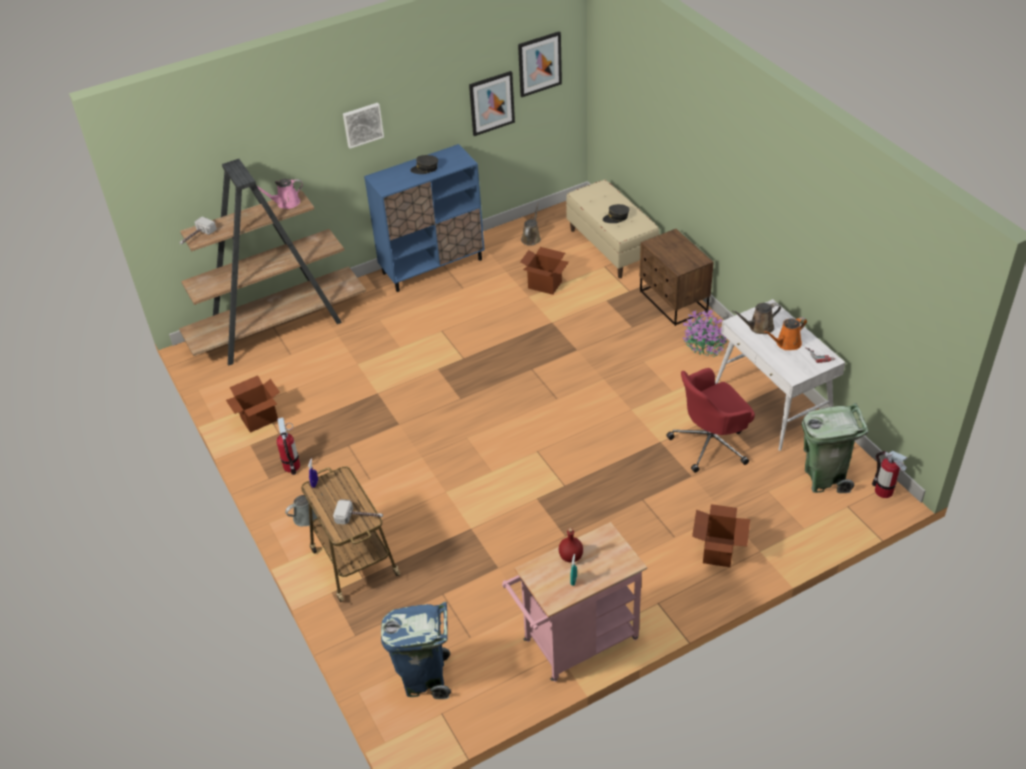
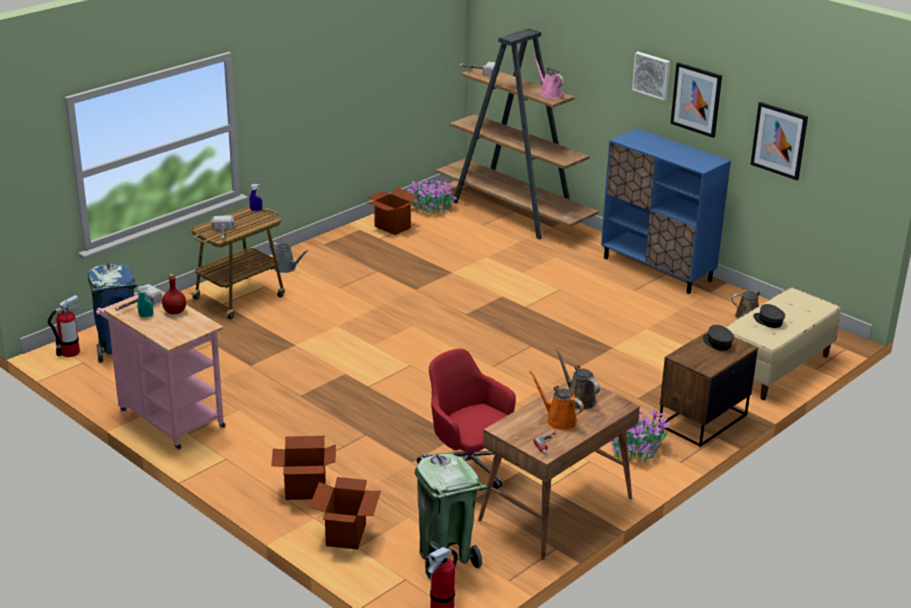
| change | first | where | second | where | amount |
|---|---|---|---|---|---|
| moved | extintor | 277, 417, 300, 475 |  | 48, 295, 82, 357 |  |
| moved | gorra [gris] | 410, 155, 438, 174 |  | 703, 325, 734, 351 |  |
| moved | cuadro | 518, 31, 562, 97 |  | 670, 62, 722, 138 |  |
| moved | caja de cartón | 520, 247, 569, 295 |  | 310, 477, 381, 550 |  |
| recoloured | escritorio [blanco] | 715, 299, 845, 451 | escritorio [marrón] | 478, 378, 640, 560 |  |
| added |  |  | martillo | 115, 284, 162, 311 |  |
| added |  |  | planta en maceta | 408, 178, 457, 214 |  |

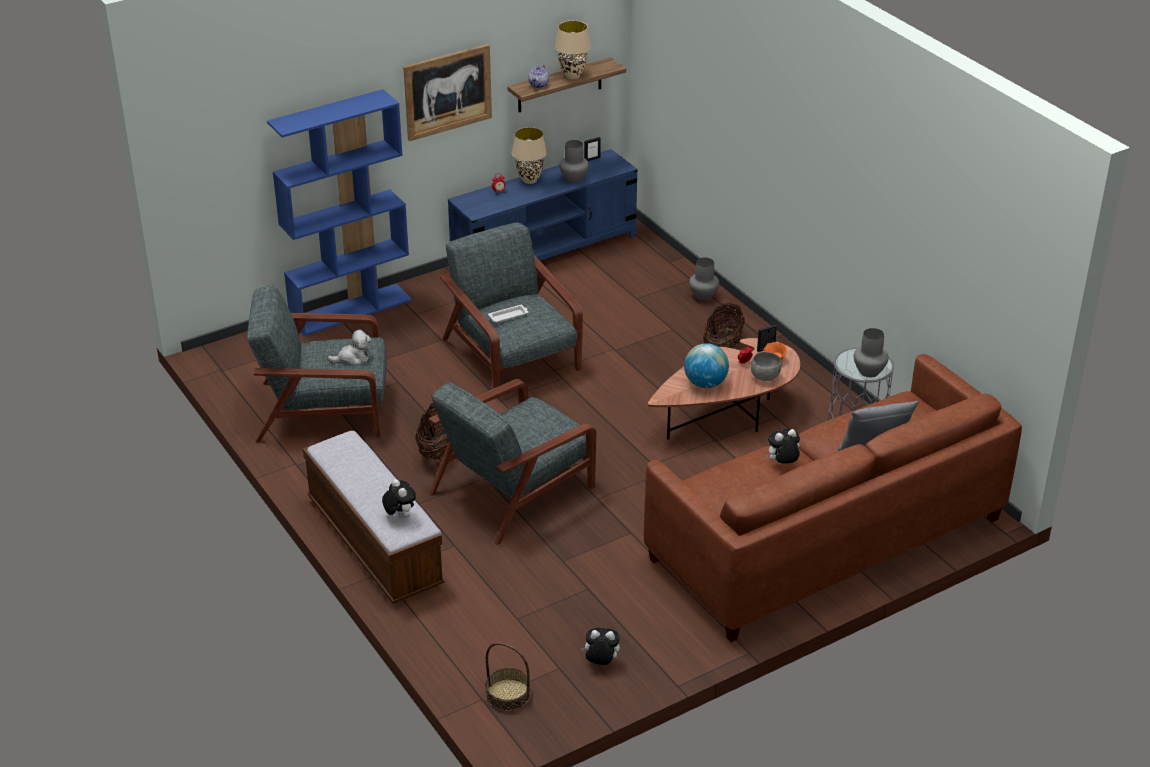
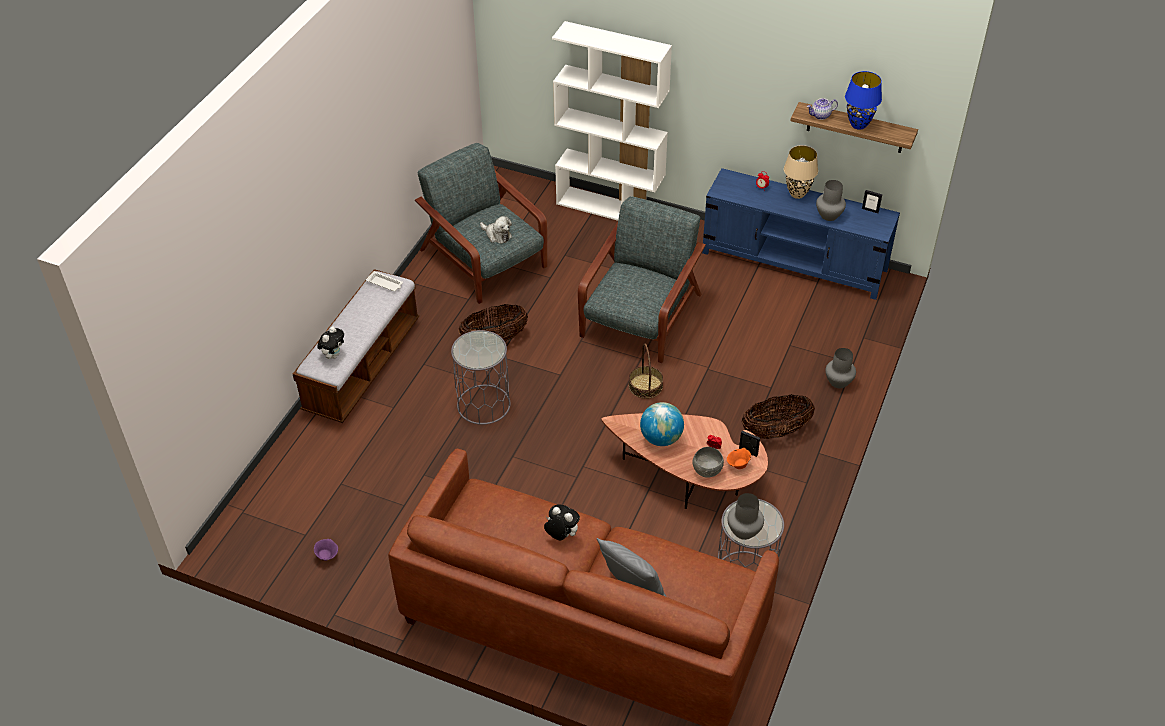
| change | first | where | second | where | amount |
|---|---|---|---|---|---|
| recoloured | estantería [azul] | 267, 89, 412, 336 | estantería [blanco] | 552, 21, 672, 221 |  |
| removed | cuadro | 403, 44, 492, 141 |  |  |  |
| replaced | sillón [gris] | 429, 379, 596, 545 | mesa auxiliar [gris] | 451, 330, 510, 425 |  |
| moved | cesta | 485, 642, 531, 711 |  | 629, 343, 663, 399 |  |
| moved | bandeja [blanco] | 488, 305, 528, 323 |  | 366, 271, 403, 291 |  |
| recoloured | lámpara de mesa [beis] | 555, 21, 591, 79 | lámpara de mesa [azul] | 845, 71, 882, 130 |  |
| replaced | peluche | 581, 628, 620, 665 | cuenco [morado] | 314, 539, 338, 561 |  |

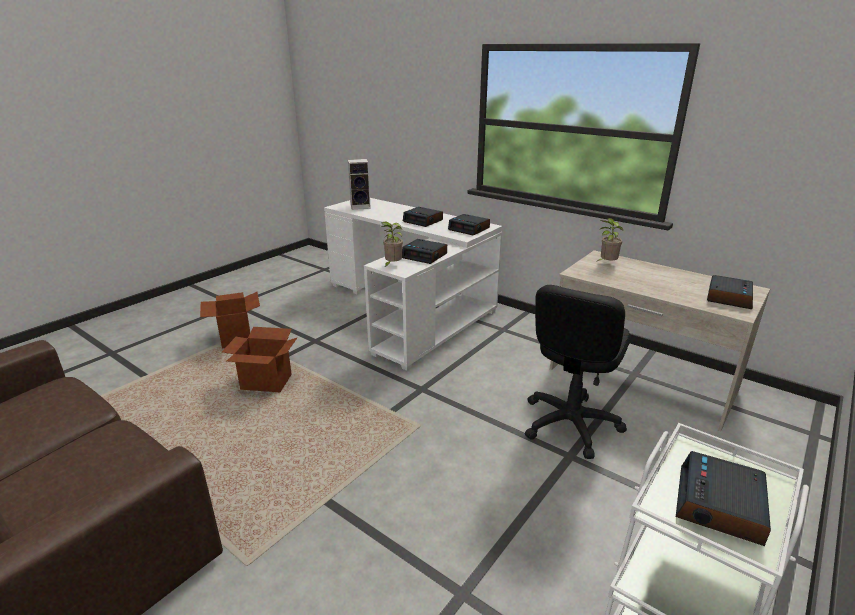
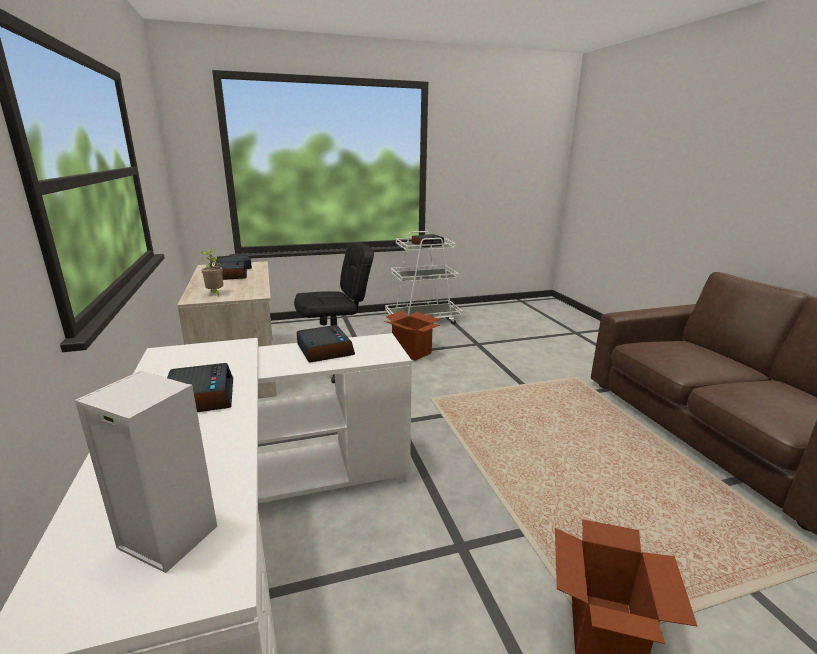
| change | first | where | second | where | amount |
|---|---|---|---|---|---|
| moved | caja de cartón | 222, 327, 298, 392 |  | 384, 311, 440, 361 |  |
| removed | planta en maceta | 381, 222, 403, 268 |  |  |  |
| moved | despertador | 448, 214, 490, 235 |  | 215, 261, 247, 280 |  |

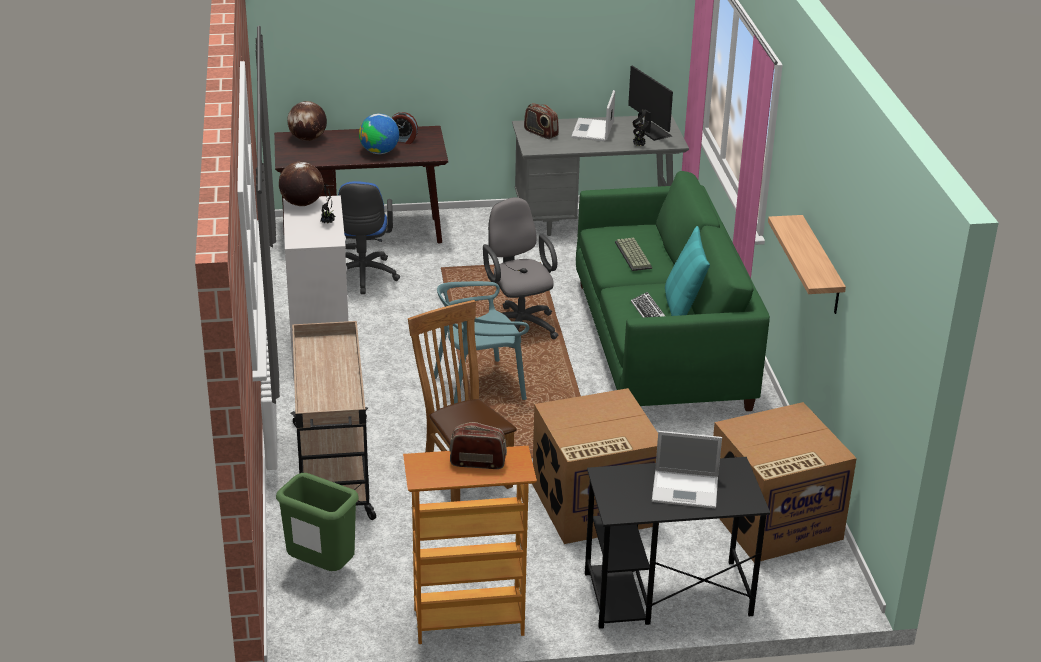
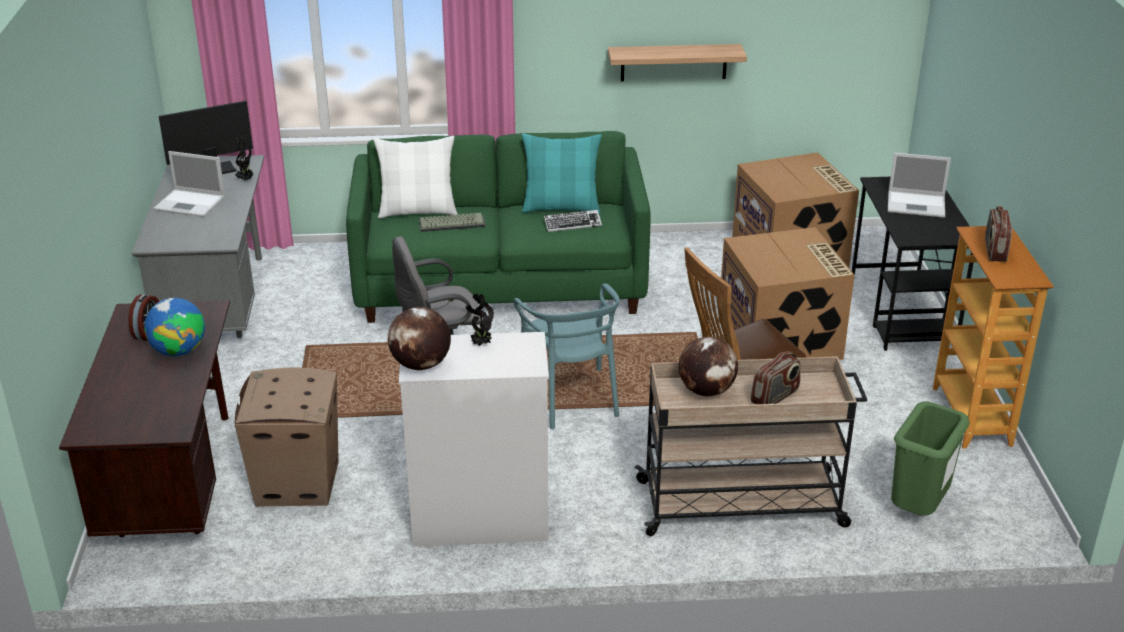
| change | first | where | second | where | amount |
|---|---|---|---|---|---|
| moved | globo terráqueo | 287, 101, 327, 141 |  | 678, 337, 738, 397 |  |
| replaced | silla de oficina [azul] | 338, 181, 400, 294 | caja de cartón | 235, 368, 339, 507 |  |
| moved | radio | 524, 103, 559, 139 |  | 751, 352, 801, 404 |  |
| turned | portátil | 652, 431, 722, 509 |  | 888, 153, 951, 218 | 90 degrees clockwise |
| added |  |  | cojín [blanco] | 373, 136, 458, 218 |  |

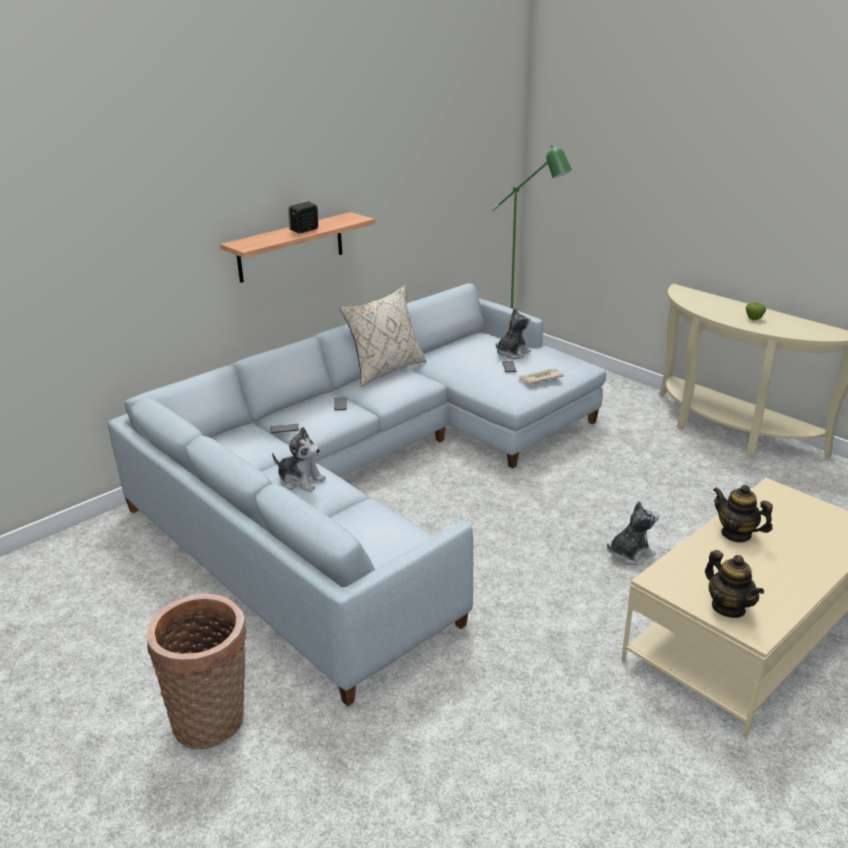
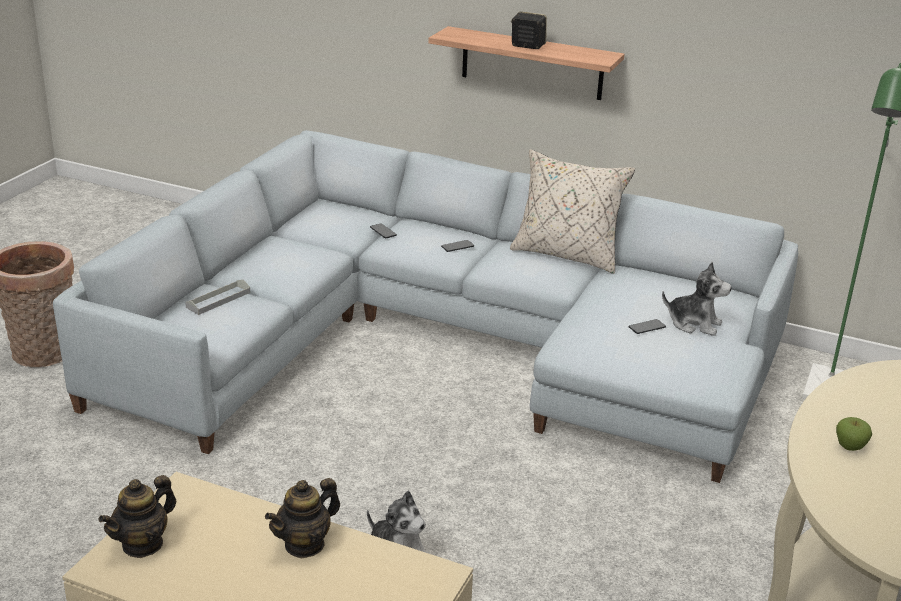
| change | first | where | second | where | amount |
|---|---|---|---|---|---|
| removed | peluche | 272, 427, 326, 492 |  |  |  |
| removed | periódico | 519, 369, 564, 384 |  |  |  |
| turned | tetera | 713, 485, 773, 542 |  | 265, 478, 340, 559 | 150 degrees counterclockwise |
| added |  |  | bandeja [gris] | 185, 279, 250, 315 |  |

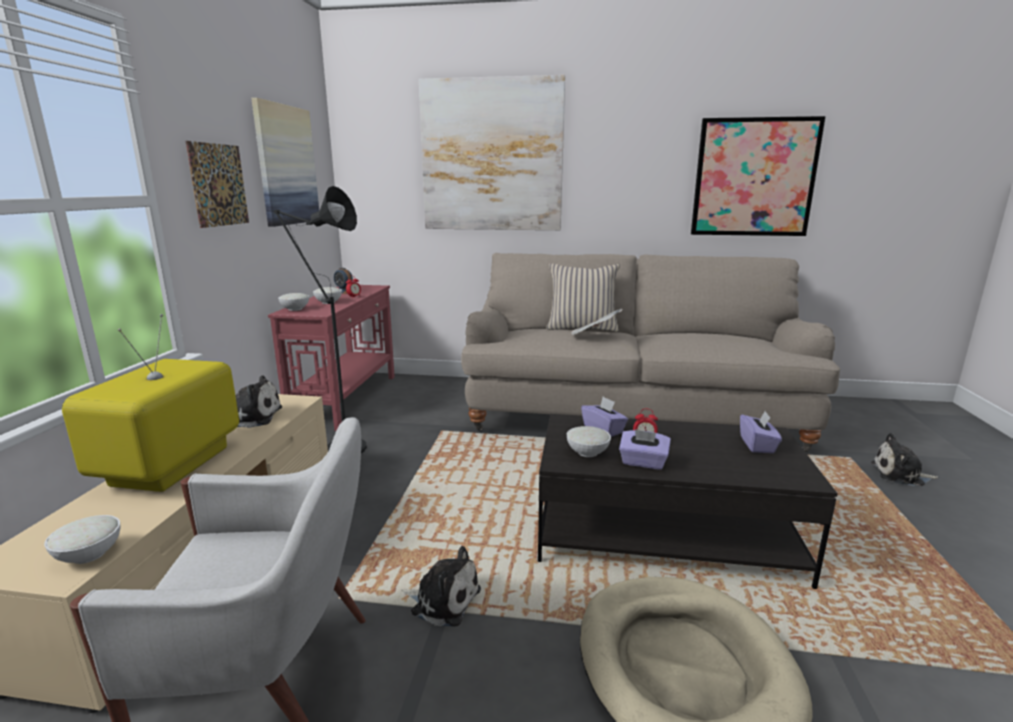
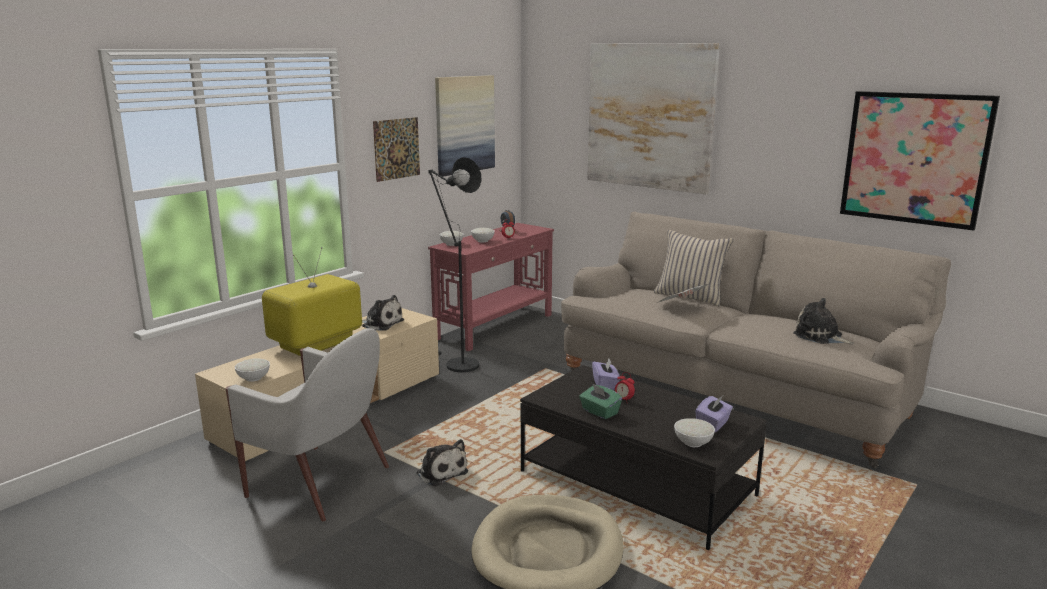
| change | first | where | second | where | amount |
|---|---|---|---|---|---|
| moved | cuenco [blanco] | 567, 426, 611, 457 |  | 674, 418, 715, 447 |  |
| recoloured | caja de pañuelos [morado] | 619, 429, 671, 470 | caja de pañuelos [verde] | 579, 383, 622, 419 |  |
| moved | peluche | 871, 433, 938, 486 |  | 793, 298, 854, 344 |  |

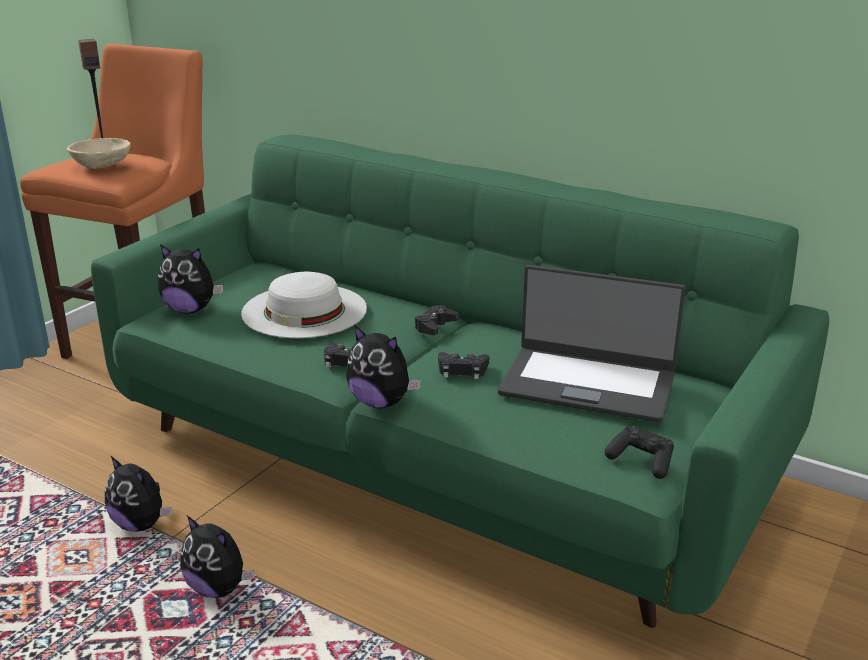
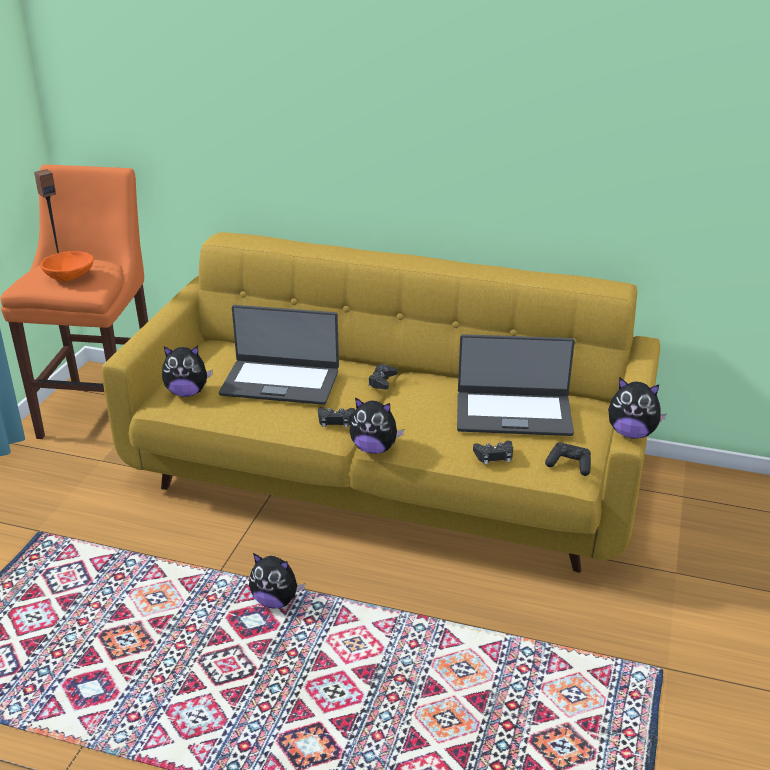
| change | first | where | second | where | amount |
|---|---|---|---|---|---|
| recoloured | cuenco [beis] | 67, 138, 131, 169 | cuenco [naranja] | 40, 251, 94, 282 |  |
| recoloured | sofá [verde] | 91, 134, 829, 628 | sofá [amarillo] | 102, 232, 660, 573 |  |
| moved | peluche | 105, 456, 172, 532 |  | 608, 378, 666, 439 |  |
| replaced | sombrero [blanco] | 241, 272, 367, 338 | portátil | 219, 305, 339, 405 |  |
| moved | mando de consola [negro] | 438, 352, 489, 379 |  | 473, 441, 513, 464 |  |

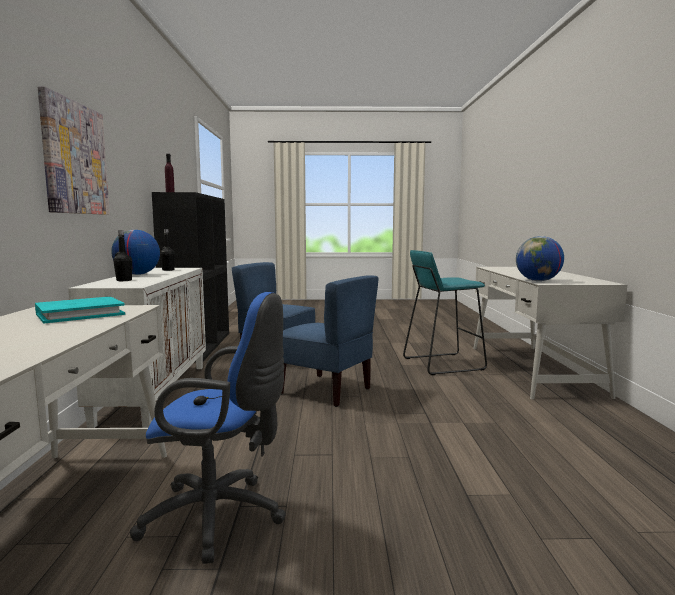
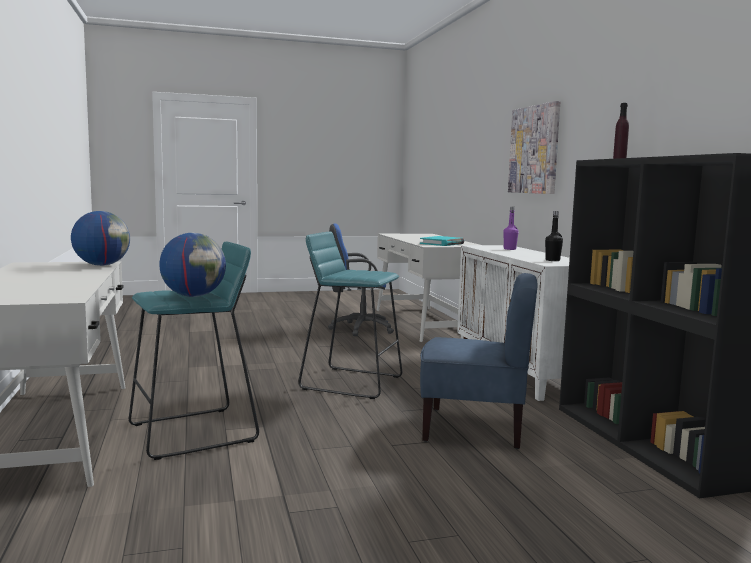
| change | first | where | second | where | amount |
|---|---|---|---|---|---|
| moved | globo terráqueo | 111, 230, 160, 275 |  | 159, 233, 226, 297 |  |
| recoloured | botella [negro] | 113, 230, 132, 281 | botella [morado] | 503, 207, 518, 250 |  |
| replaced | silla [azul] | 281, 275, 379, 407 | taburete [turquesa] | 298, 232, 402, 399 |  |

